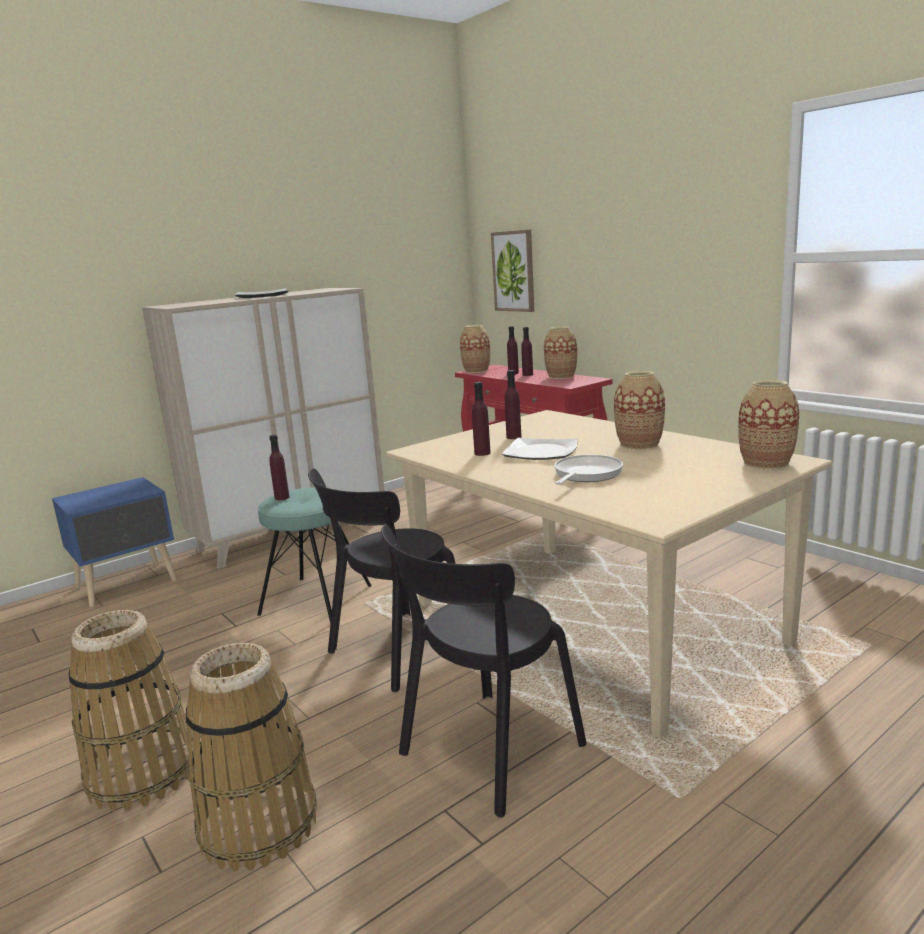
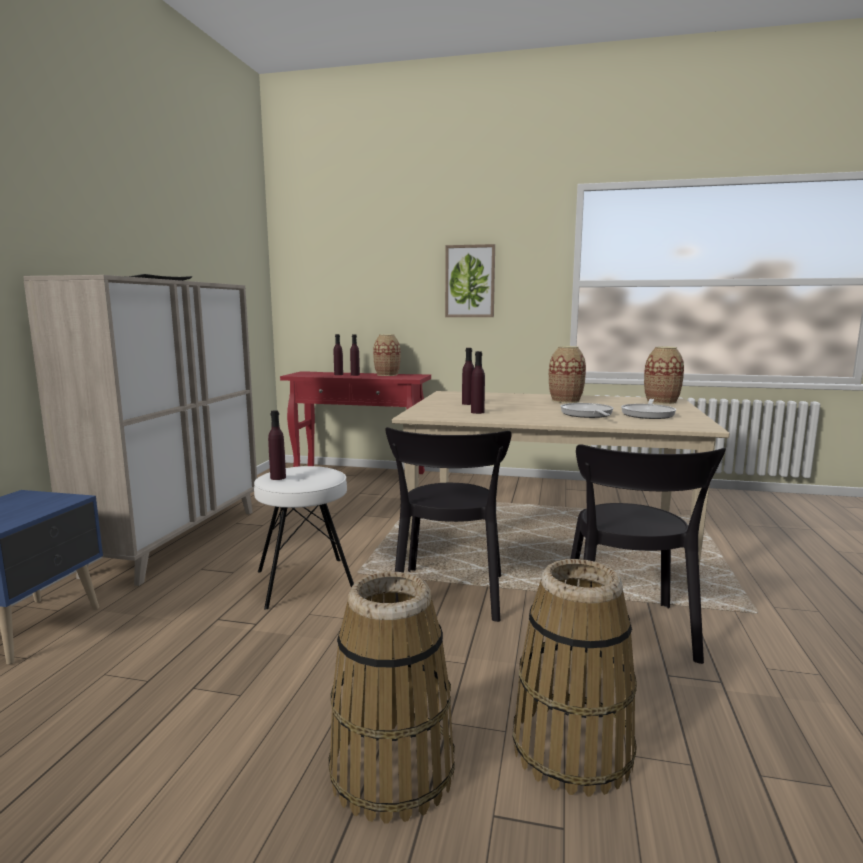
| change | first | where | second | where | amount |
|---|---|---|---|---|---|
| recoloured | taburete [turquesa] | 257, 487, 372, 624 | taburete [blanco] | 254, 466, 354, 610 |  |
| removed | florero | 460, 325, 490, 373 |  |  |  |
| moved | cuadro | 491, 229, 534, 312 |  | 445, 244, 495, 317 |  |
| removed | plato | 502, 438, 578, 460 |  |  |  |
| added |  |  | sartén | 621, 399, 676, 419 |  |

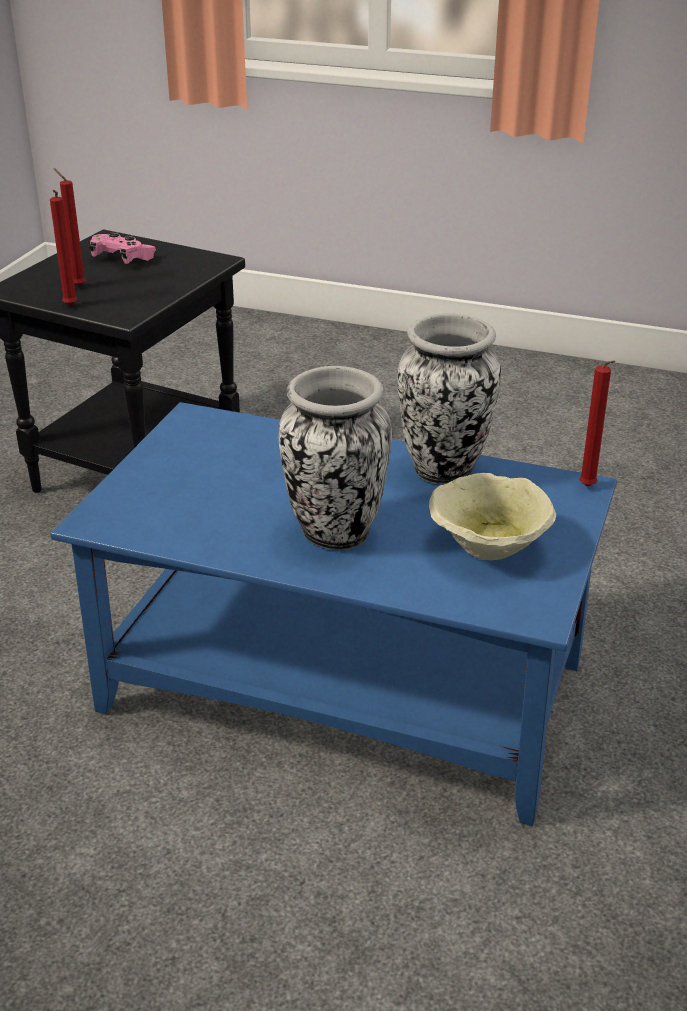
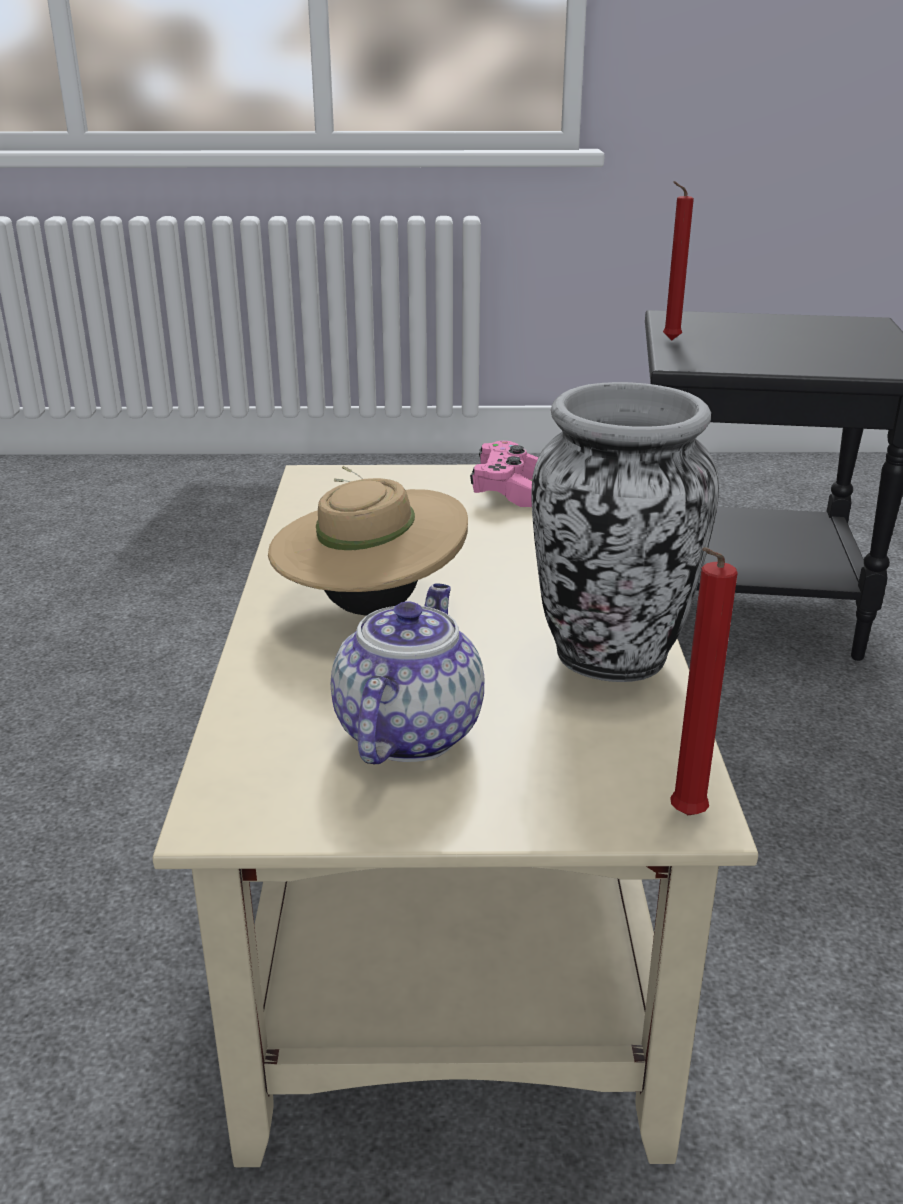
| change | first | where | second | where | amount |
|---|---|---|---|---|---|
| recoloured | mesa de centro [azul] | 50, 402, 617, 826 | mesa de centro [beis] | 153, 465, 758, 1167 |  |
| removed | vela [rojo] | 53, 168, 86, 287 |  |  |  |
| moved | mando de consola [rosa] | 89, 232, 156, 264 |  | 470, 441, 539, 507 |  |
| replaced | florero | 278, 366, 392, 550 | sombrero [beis] | 268, 466, 468, 616 |  |
| replaced | cuenco [beis] | 429, 473, 556, 560 | tetera | 331, 583, 484, 764 |  |

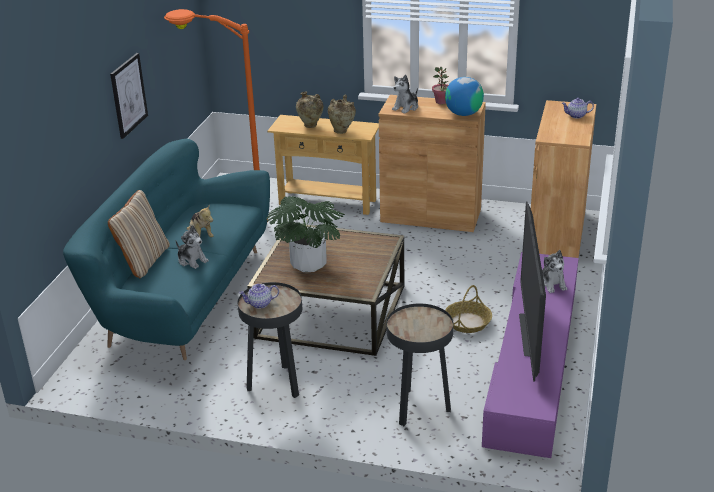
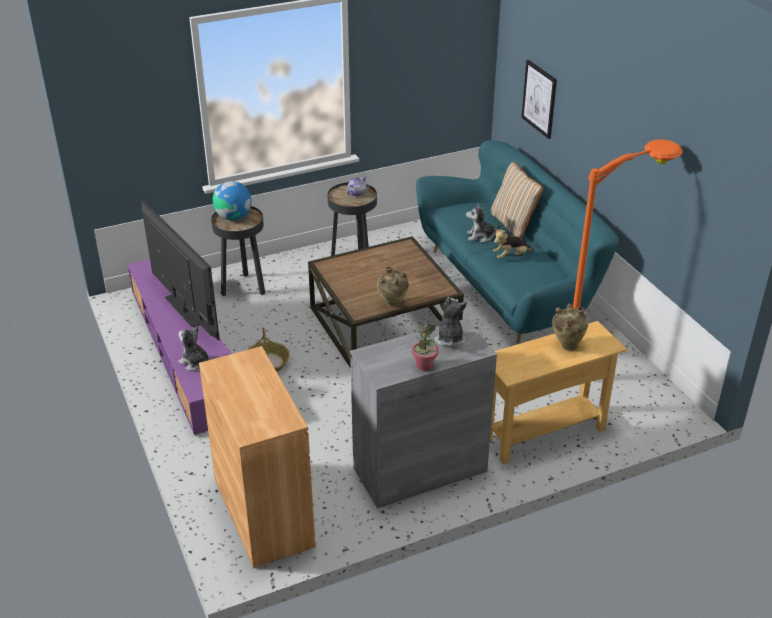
| change | first | where | second | where | amount |
|---|---|---|---|---|---|
| moved | cuadro | 110, 53, 148, 139 |  | 521, 60, 557, 139 |  |
| turned | peluche | 187, 204, 214, 238 |  | 493, 229, 534, 259 | 45 degrees counterclockwise |
| removed | planta en maceta | 266, 196, 345, 272 |  |  |  |
| moved | florero [beis] | 328, 95, 356, 134 |  | 377, 267, 409, 307 |  |
| recoloured | armario [marrón] | 379, 95, 486, 232 | armario [gris] | 350, 319, 497, 509 |  |
| moved | globo terráqueo | 445, 77, 484, 116 |  | 213, 181, 251, 220 |  |
| removed | tetera | 562, 98, 594, 118 |  |  |  |

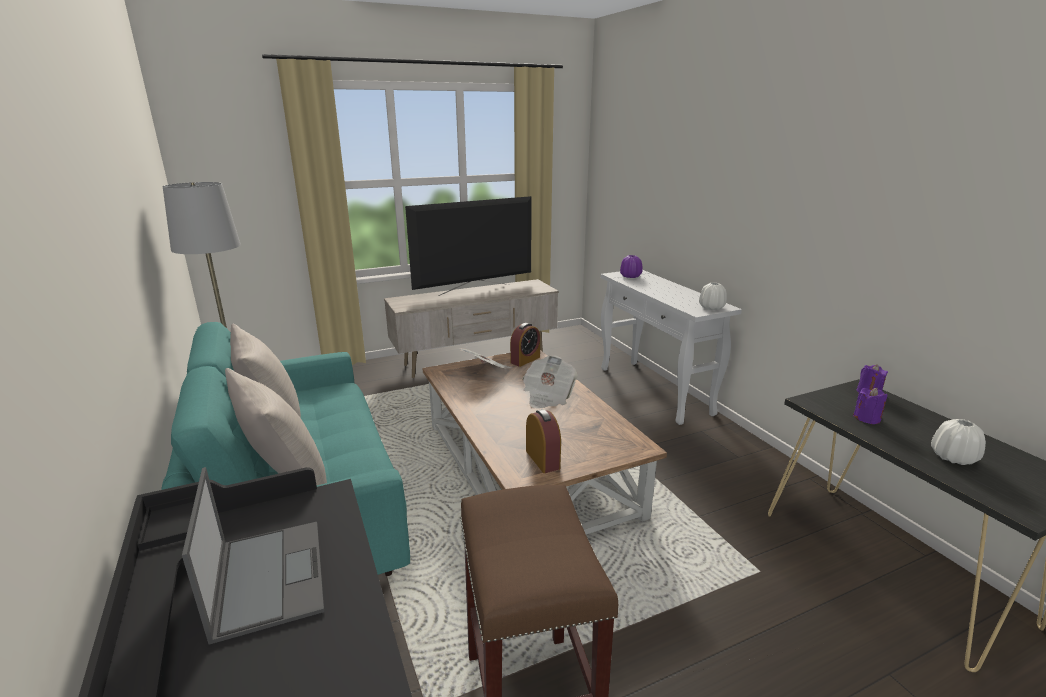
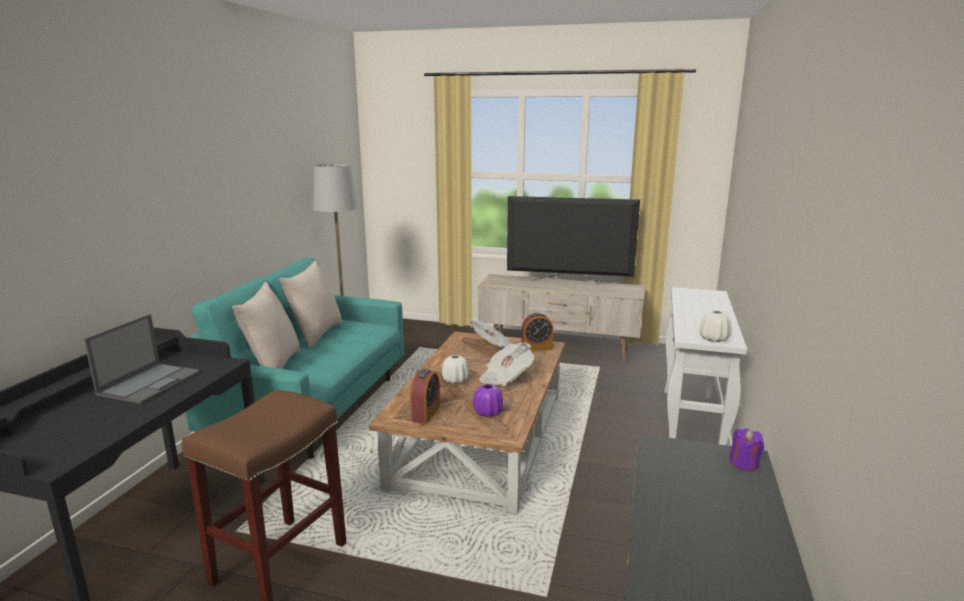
| change | first | where | second | where | amount |
|---|---|---|---|---|---|
| moved | florero [morado] | 620, 255, 643, 278 |  | 473, 384, 503, 417 |  |
| removed | vela [morado] | 853, 388, 888, 424 |  |  |  |
| moved | florero [blanco] | 931, 419, 986, 465 |  | 442, 355, 469, 384 |  |

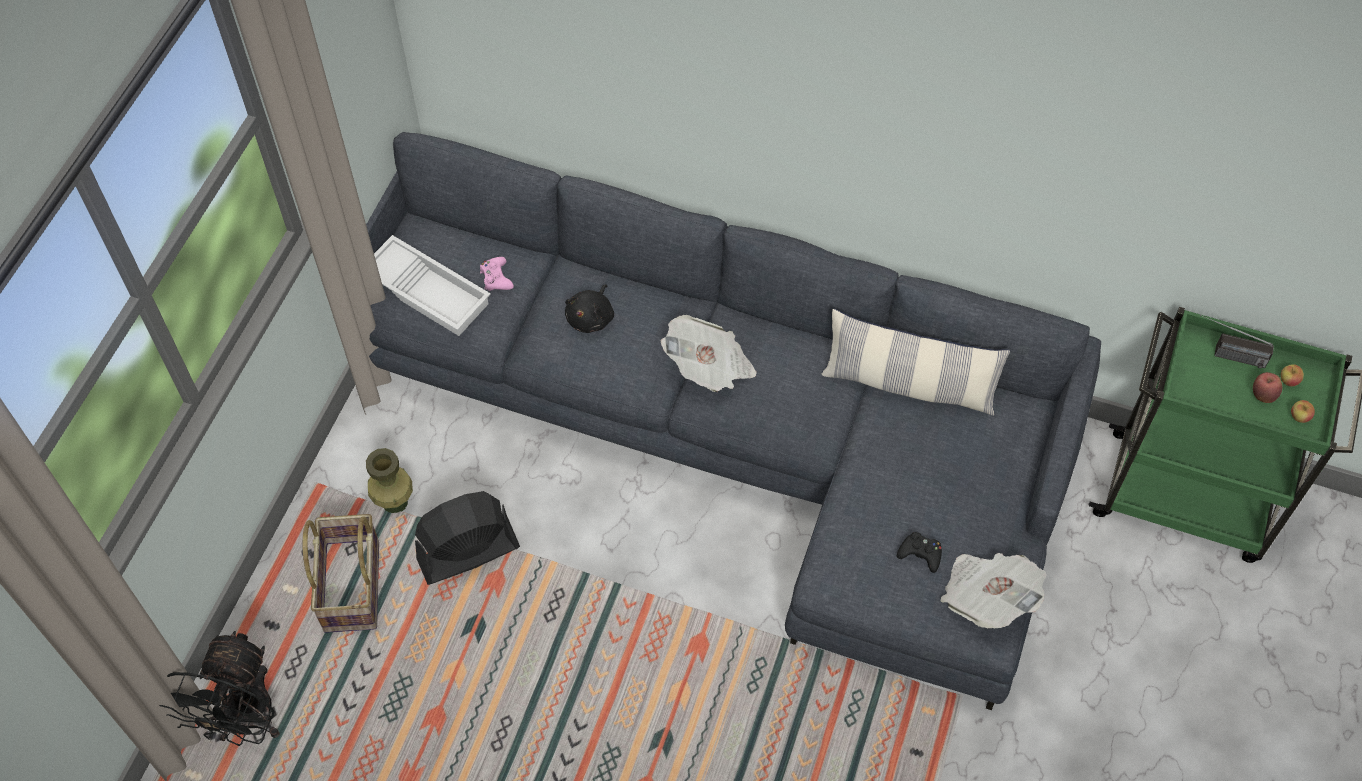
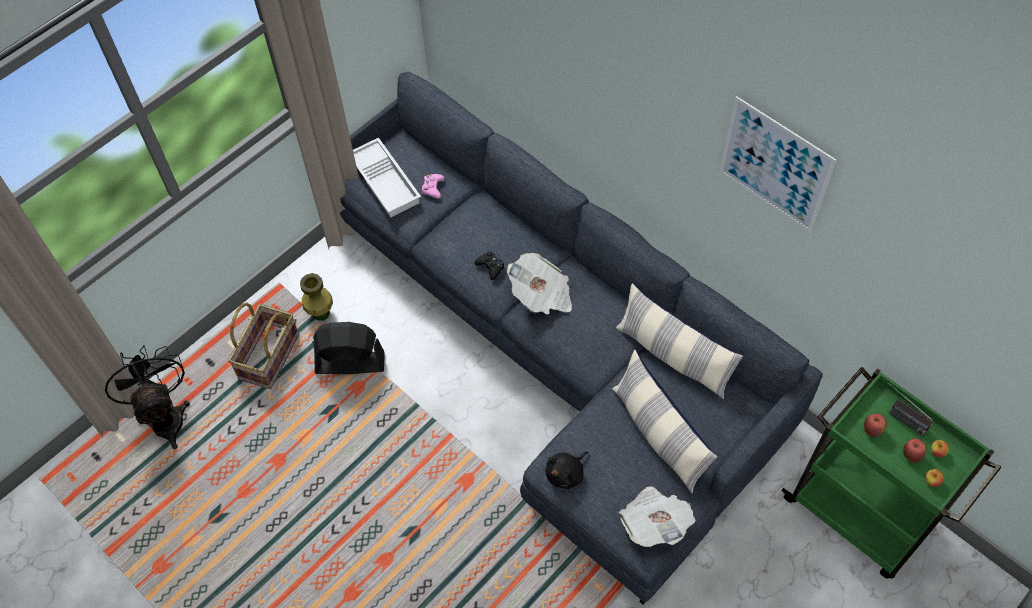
| change | first | where | second | where | amount |
|---|---|---|---|---|---|
| turned | ventilador [negro] | 159, 631, 280, 746 |  | 105, 345, 190, 449 | 120 degrees clockwise |
| moved | peluche [negro] | 565, 284, 614, 333 |  | 545, 451, 589, 489 |  |
| moved | mando de consola [negro] | 897, 532, 942, 573 |  | 474, 252, 504, 280 |  |
| added |  |  | cojín | 612, 350, 718, 494 |  |
| added |  |  | cuadro | 719, 96, 836, 232 |  |
| added |  |  | manzana | 864, 414, 887, 437 |  |

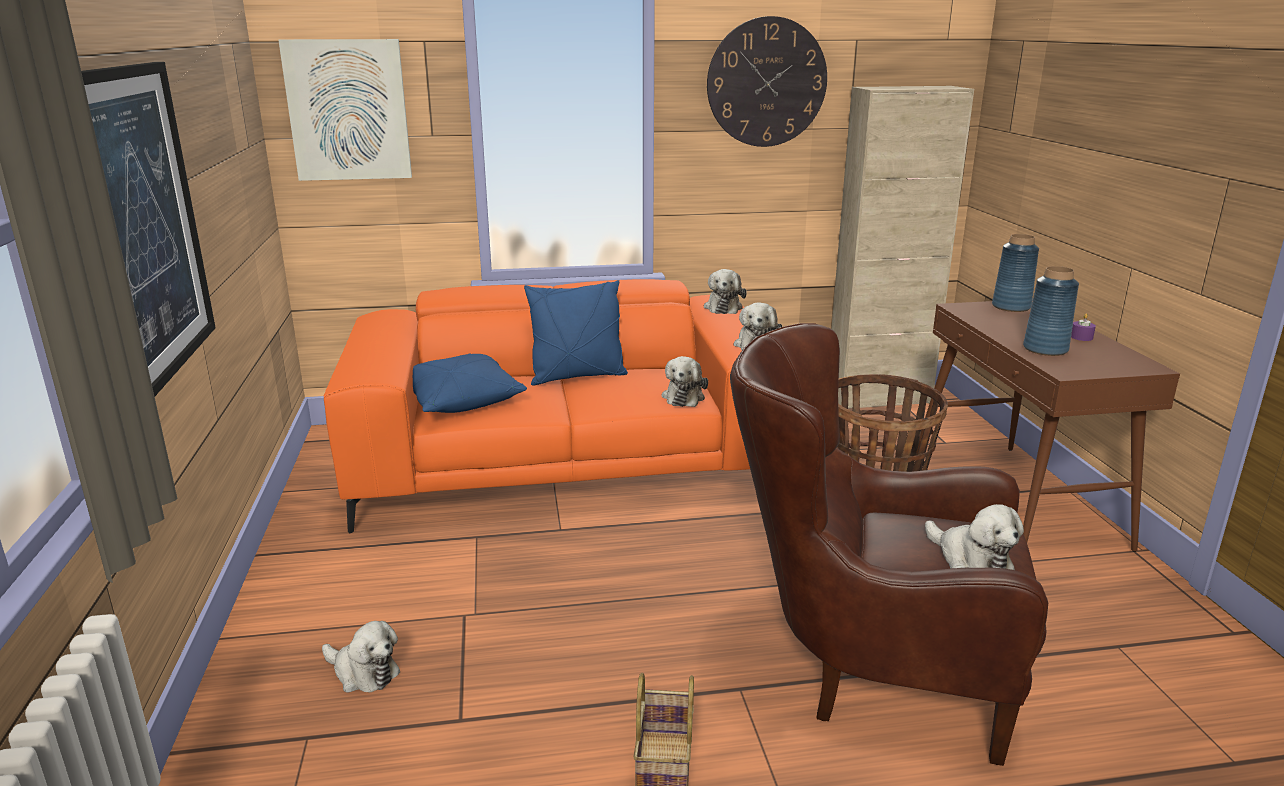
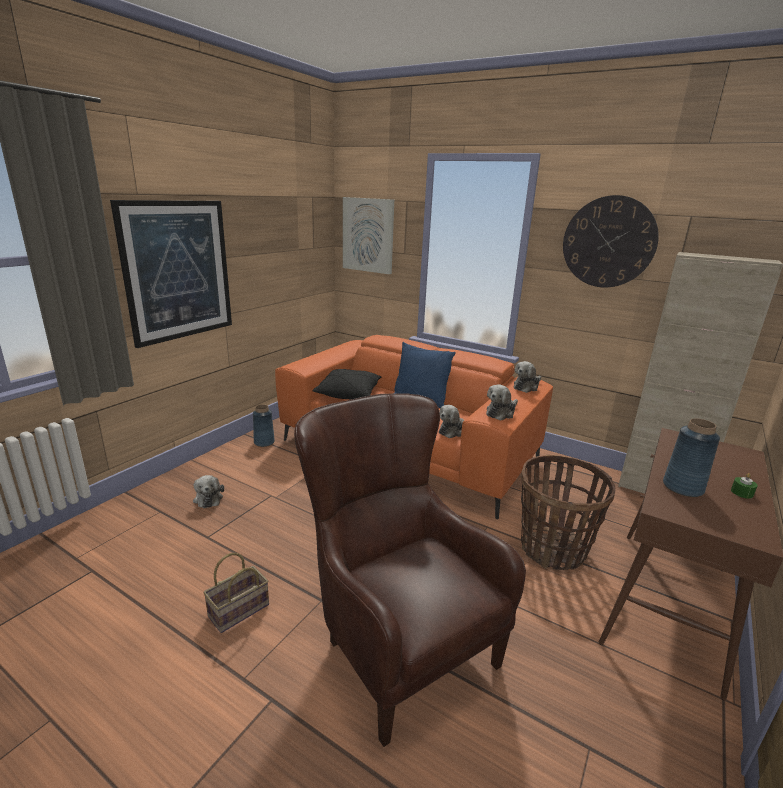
| change | first | where | second | where | amount |
|---|---|---|---|---|---|
| recoloured | cojín [azul] | 413, 354, 527, 413 | cojín [negro] | 312, 369, 381, 399 |  |
| removed | peluche | 925, 504, 1024, 570 |  |  |  |
| moved | florero [azul] | 992, 234, 1039, 312 |  | 253, 405, 275, 447 |  |
| recoloured | vela [morado] | 1071, 314, 1096, 341 | vela [verde] | 731, 473, 758, 499 |  |

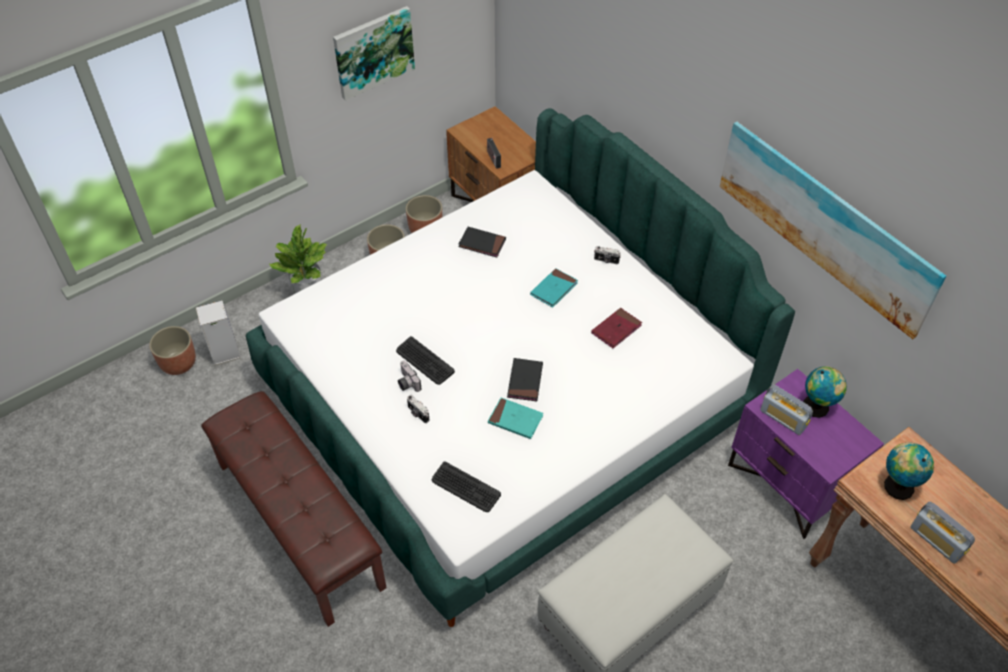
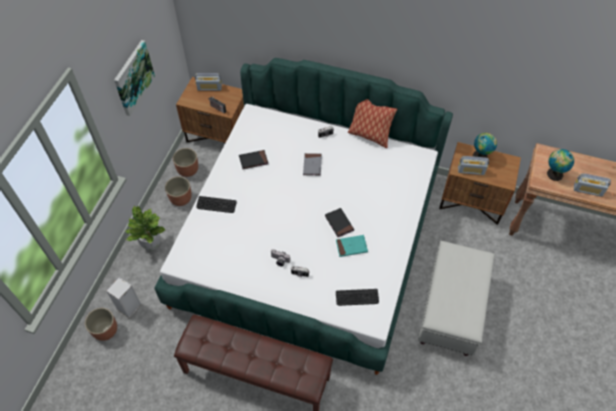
| change | first | where | second | where | amount |
|---|---|---|---|---|---|
| moved | teclado | 396, 336, 455, 385 |  | 196, 196, 237, 213 |  |
| recoloured | libro [turquesa] | 530, 268, 578, 307 | libro [gris] | 303, 153, 322, 176 |  |
| removed | libro [rojo] | 591, 308, 642, 348 |  |  |  |
| removed | cuadro | 720, 122, 946, 339 |  |  |  |
| recoloured | mesita de noche [morado] | 728, 369, 884, 539 | mesita de noche [marrón] | 439, 142, 521, 225 |  |
| added |  |  | radio | 195, 73, 222, 91 |  |
| added |  |  | cojín | 348, 99, 397, 148 |  |

